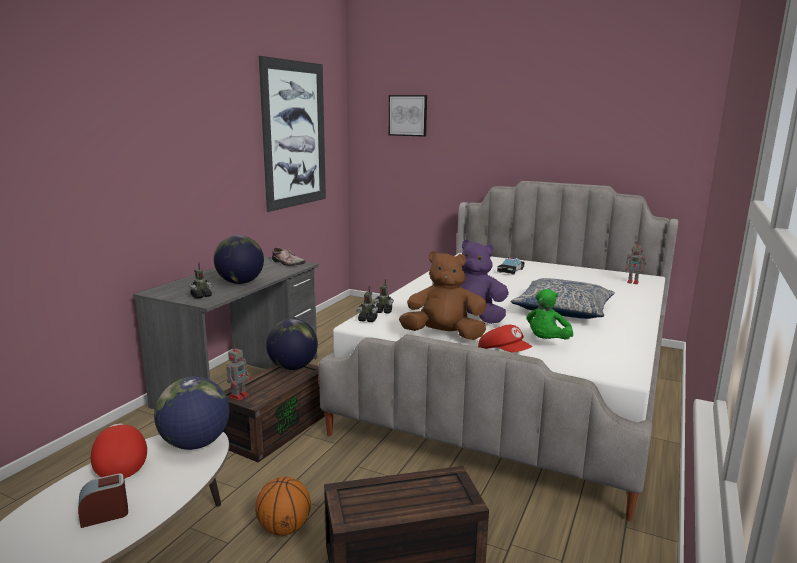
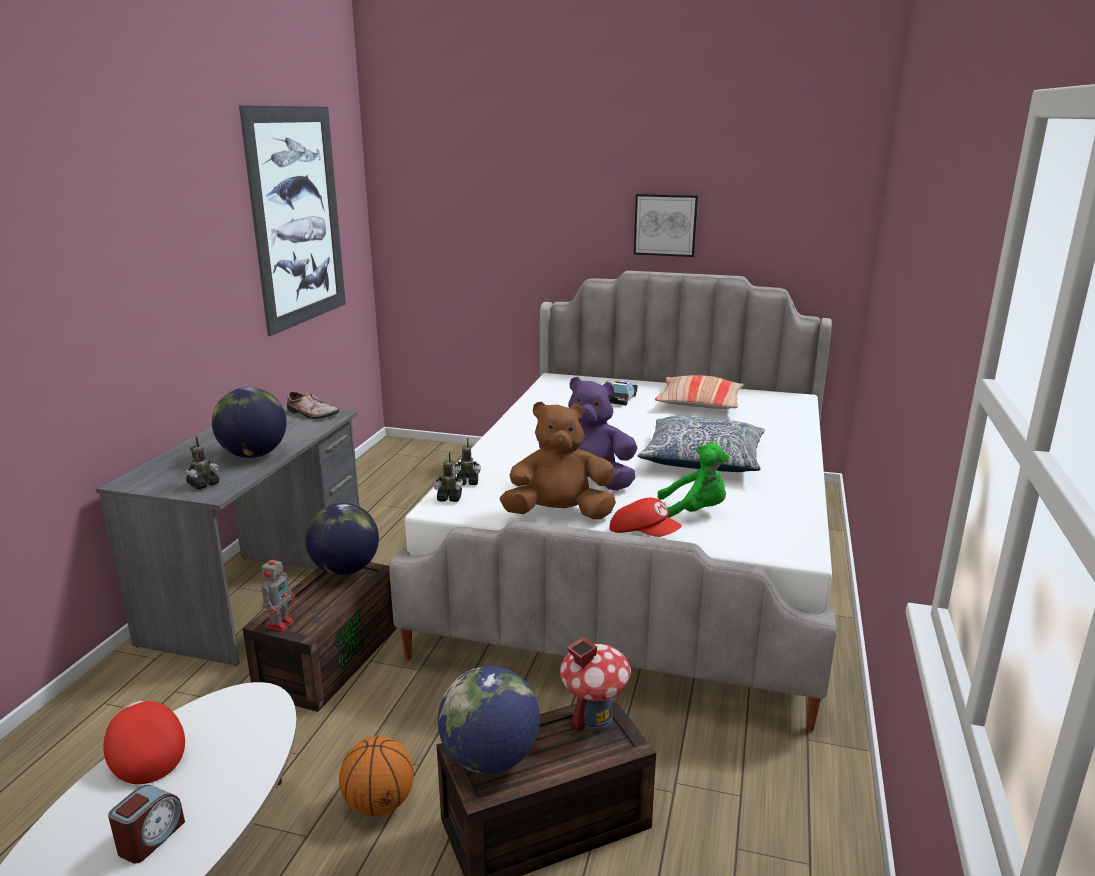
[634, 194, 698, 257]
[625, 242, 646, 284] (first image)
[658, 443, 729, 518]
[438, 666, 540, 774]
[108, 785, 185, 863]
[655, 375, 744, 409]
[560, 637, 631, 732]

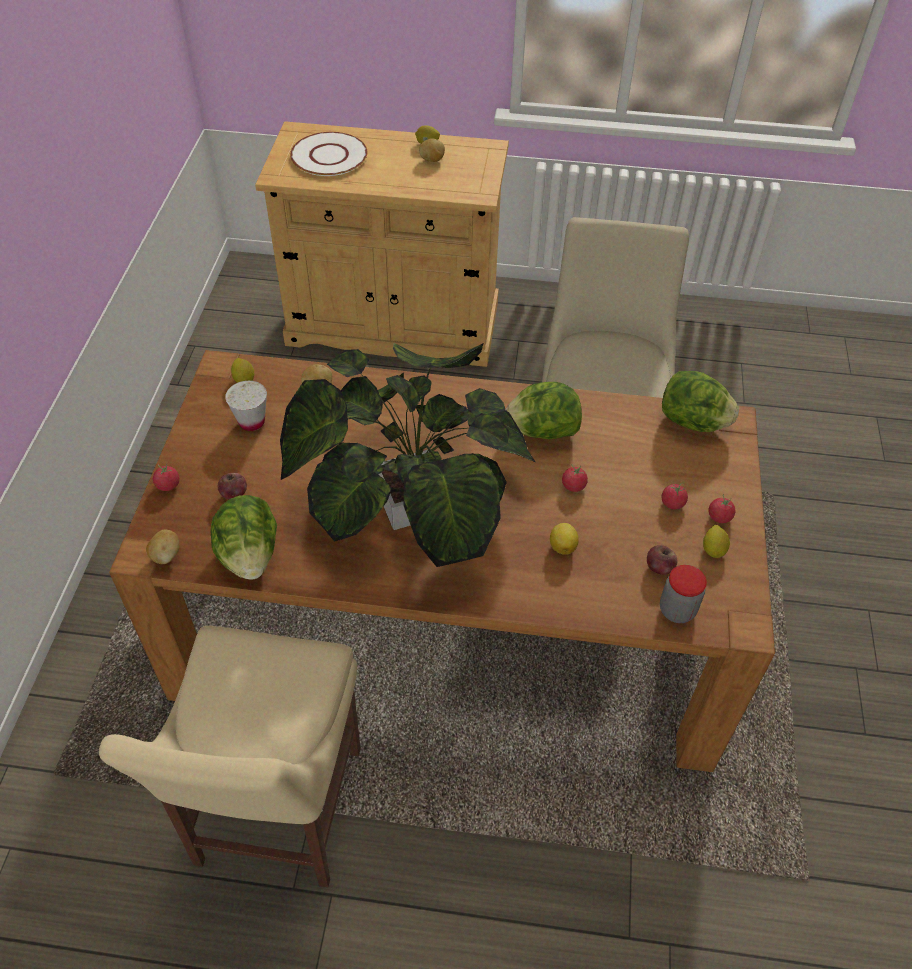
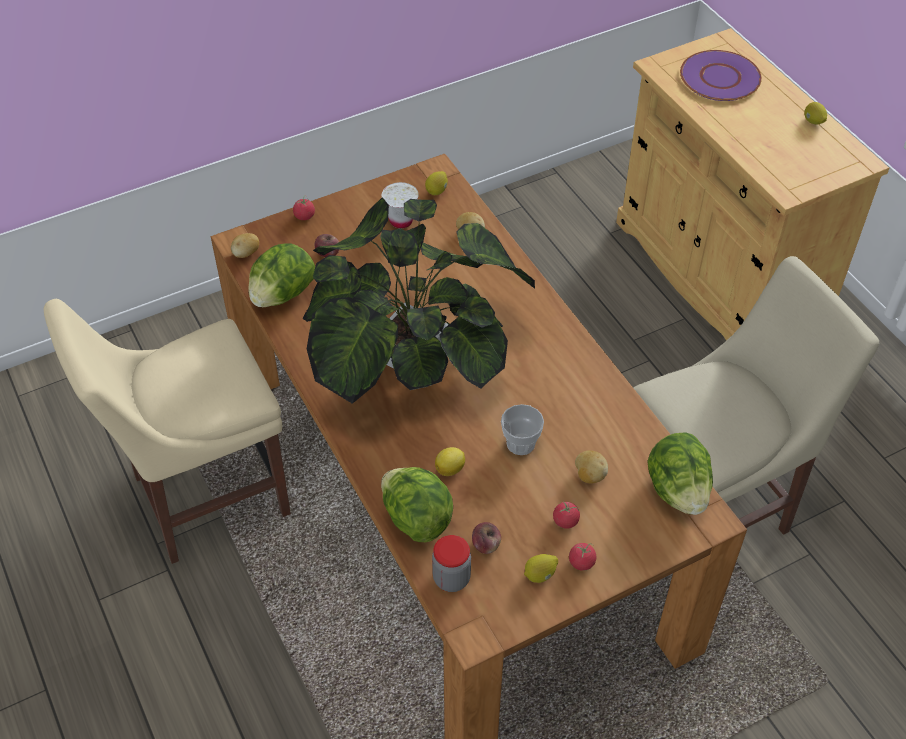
[680, 50, 762, 101]
[575, 450, 608, 483]
[381, 467, 453, 542]
[501, 404, 544, 455]

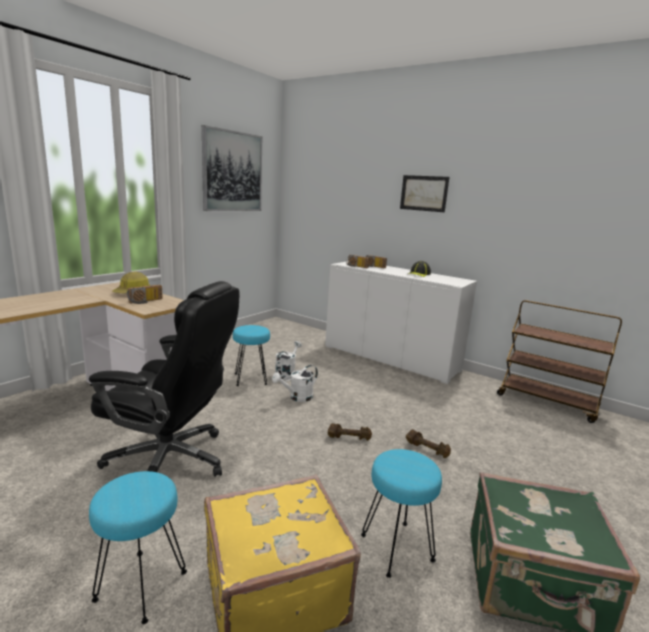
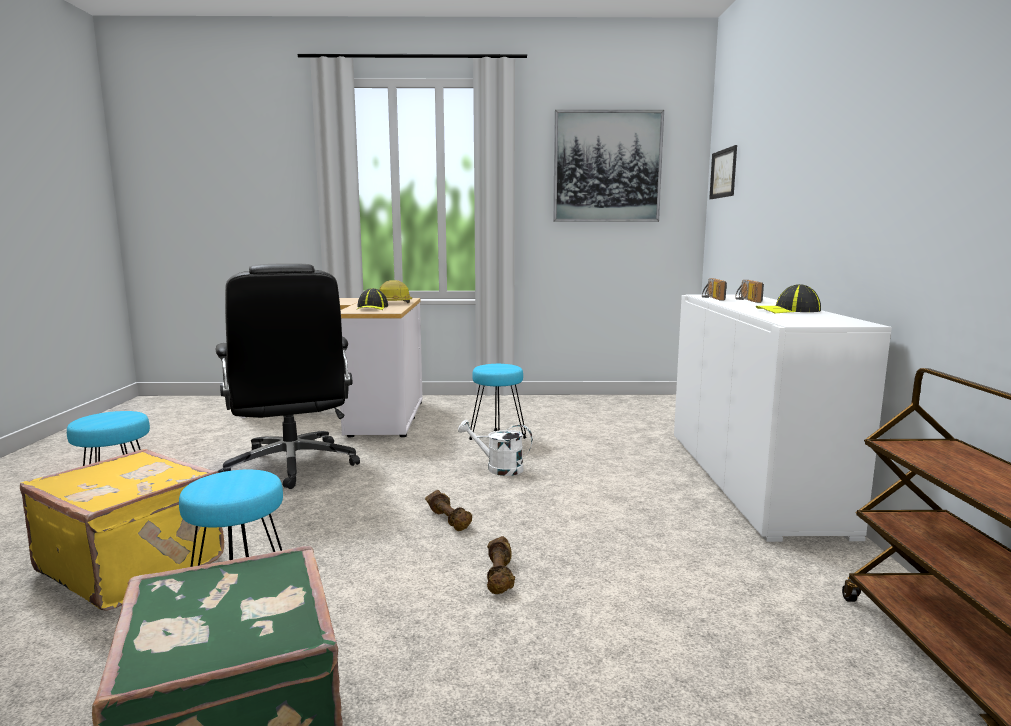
[709, 145, 737, 199]
[356, 288, 388, 310]
[275, 341, 302, 380] (first image)

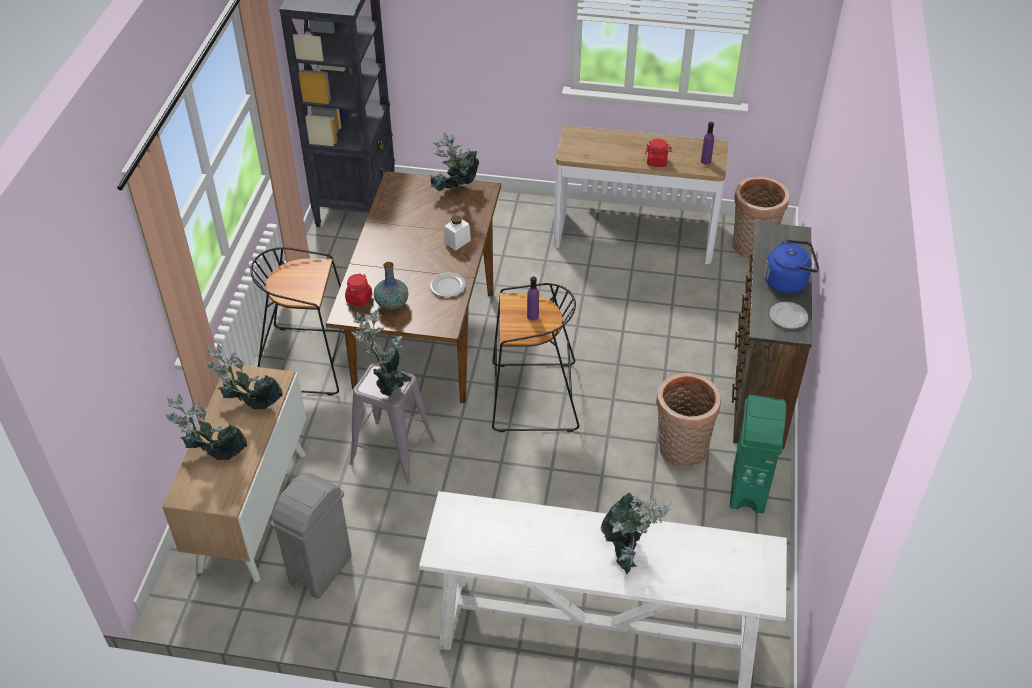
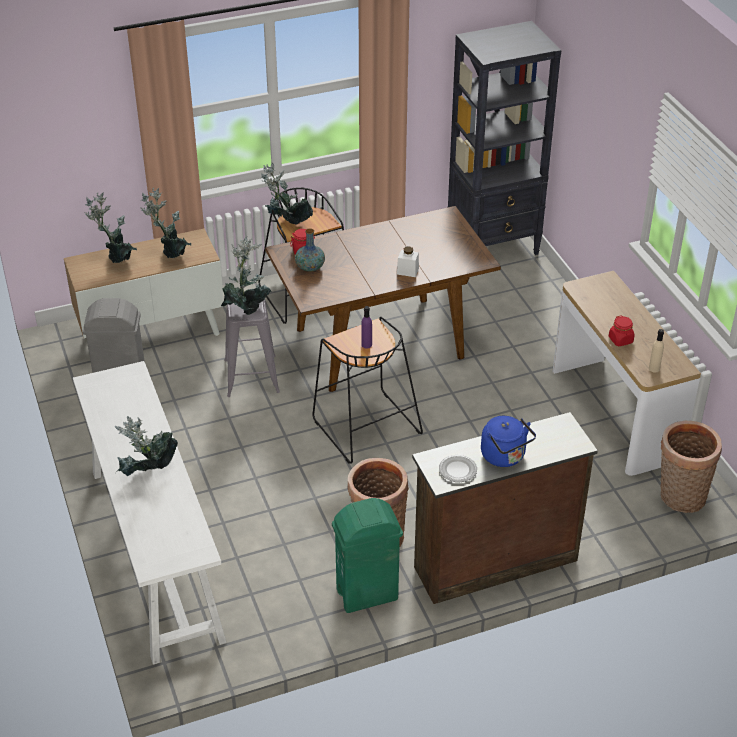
[649, 329, 664, 373]
[261, 163, 313, 224]
[430, 272, 466, 297] (first image)

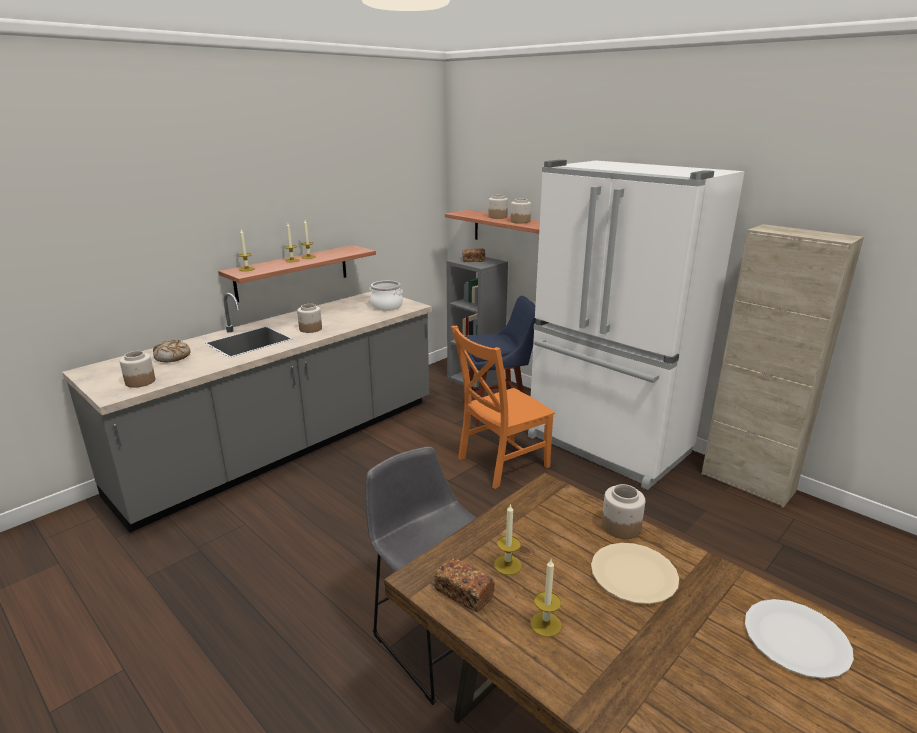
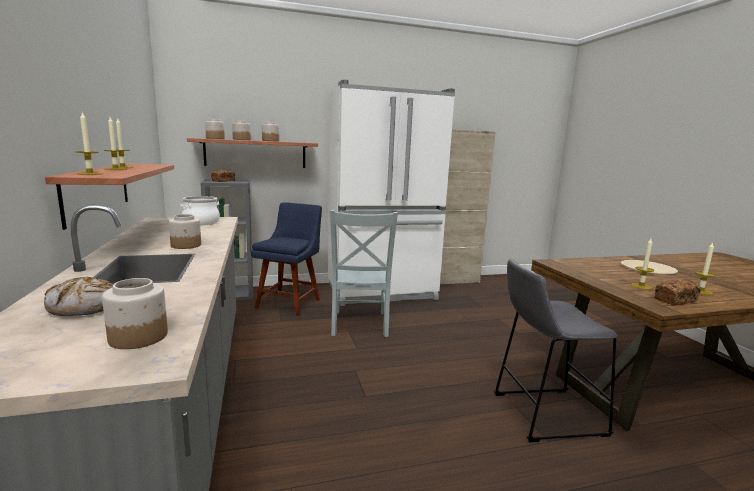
[330, 210, 398, 337]
[205, 119, 225, 139]
[745, 599, 854, 679] (first image)

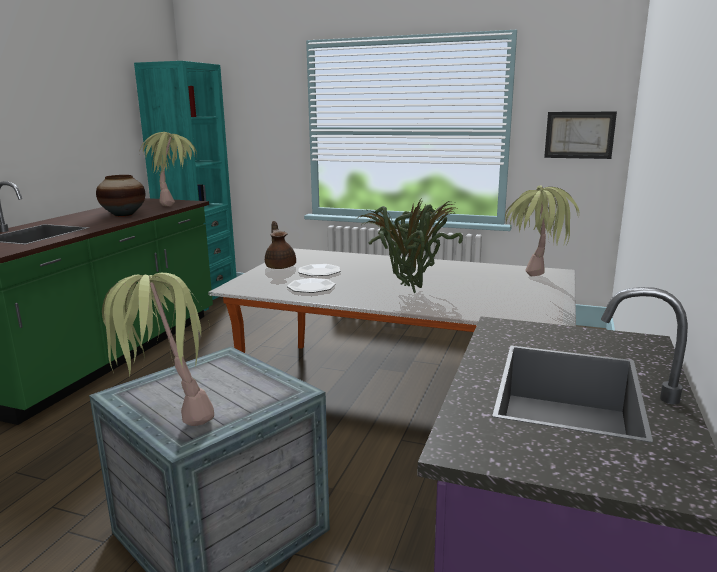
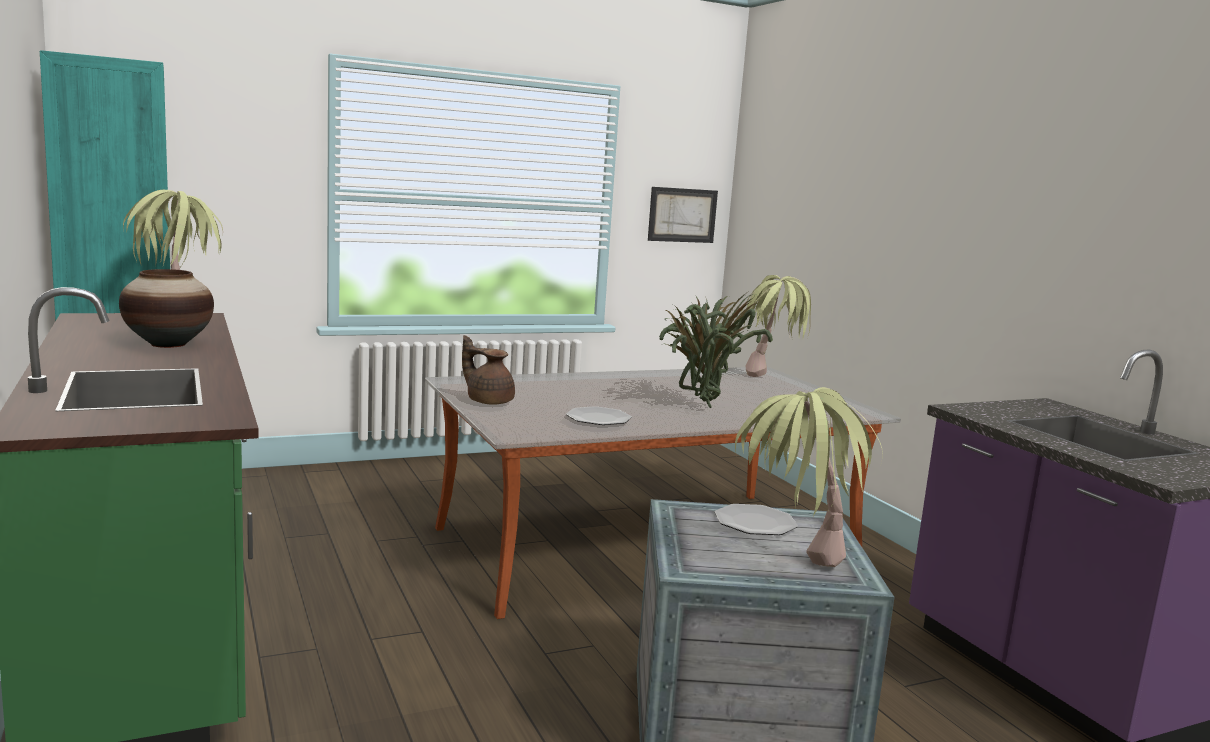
[715, 504, 798, 535]

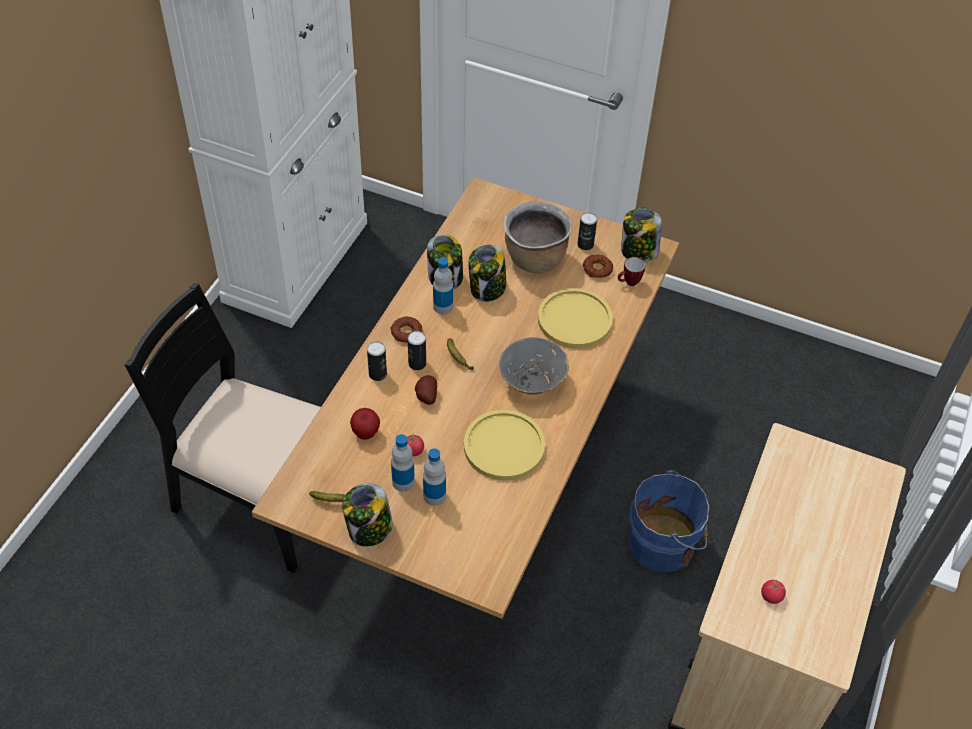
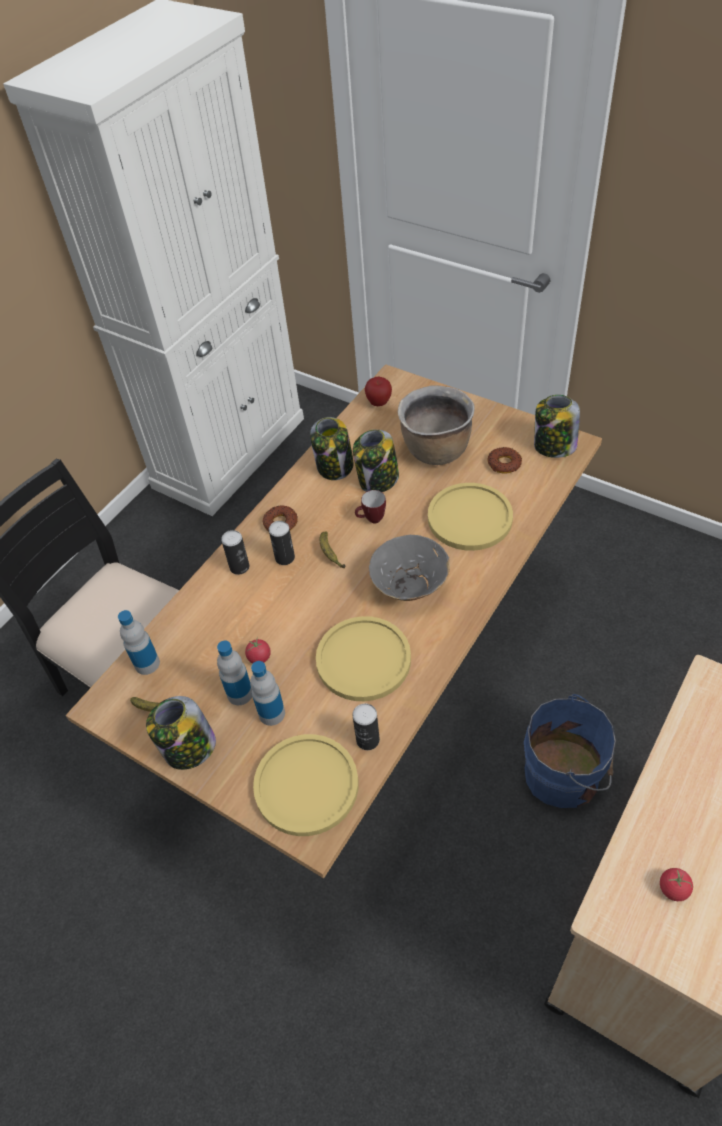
[352, 704, 380, 750]
[118, 610, 160, 675]
[355, 490, 386, 523]
[415, 375, 437, 405] (first image)
[365, 377, 392, 406]
[253, 734, 359, 836]

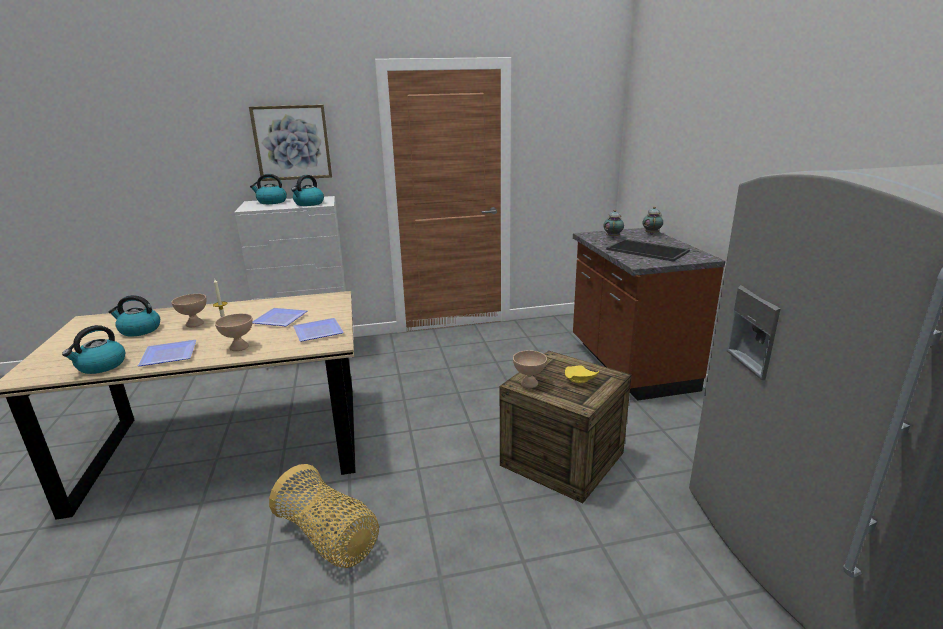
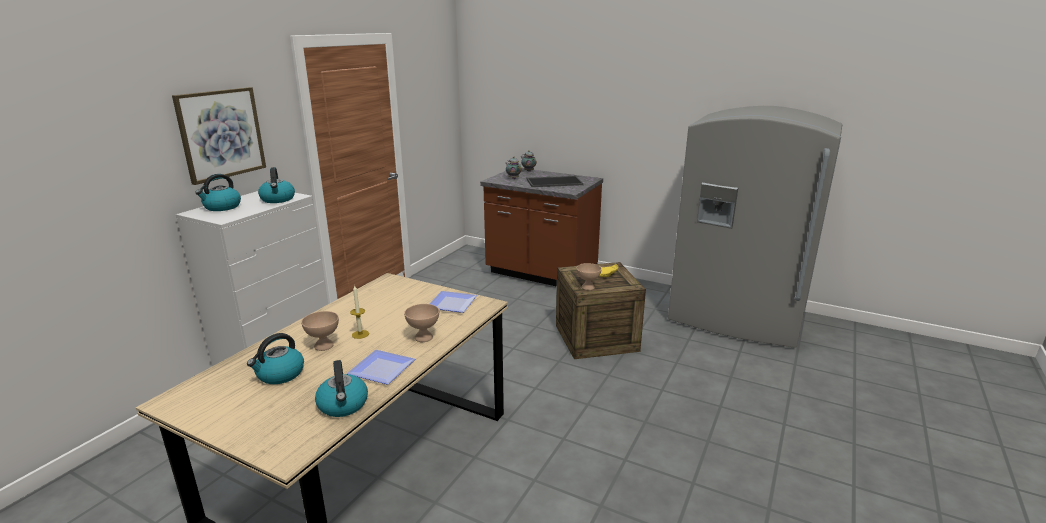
[253, 308, 307, 326] (first image)
[269, 464, 379, 568] (first image)

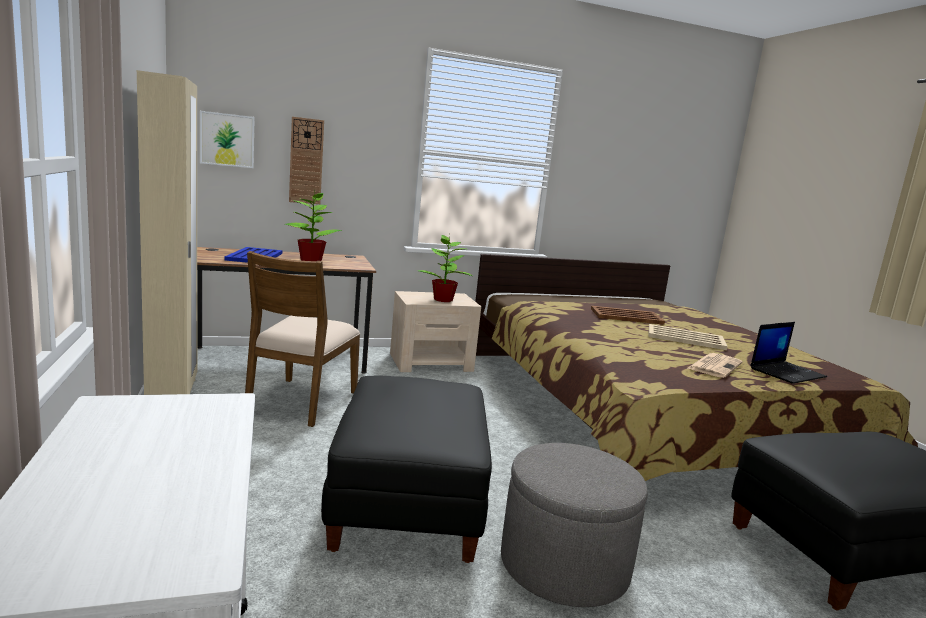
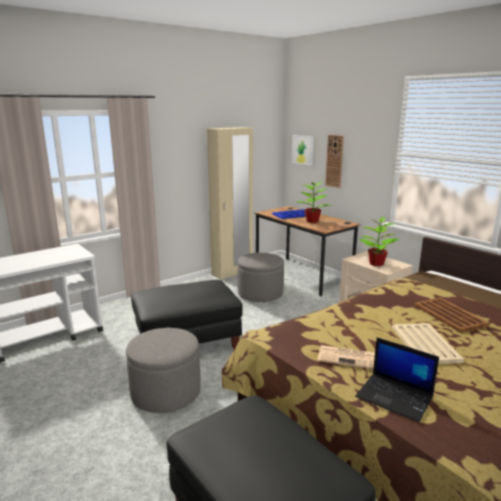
[238, 253, 284, 302]

